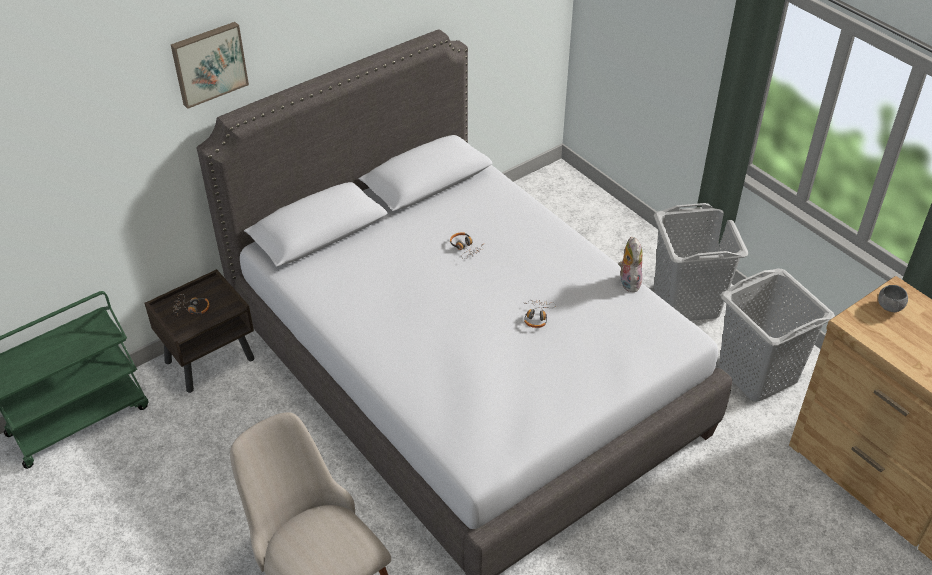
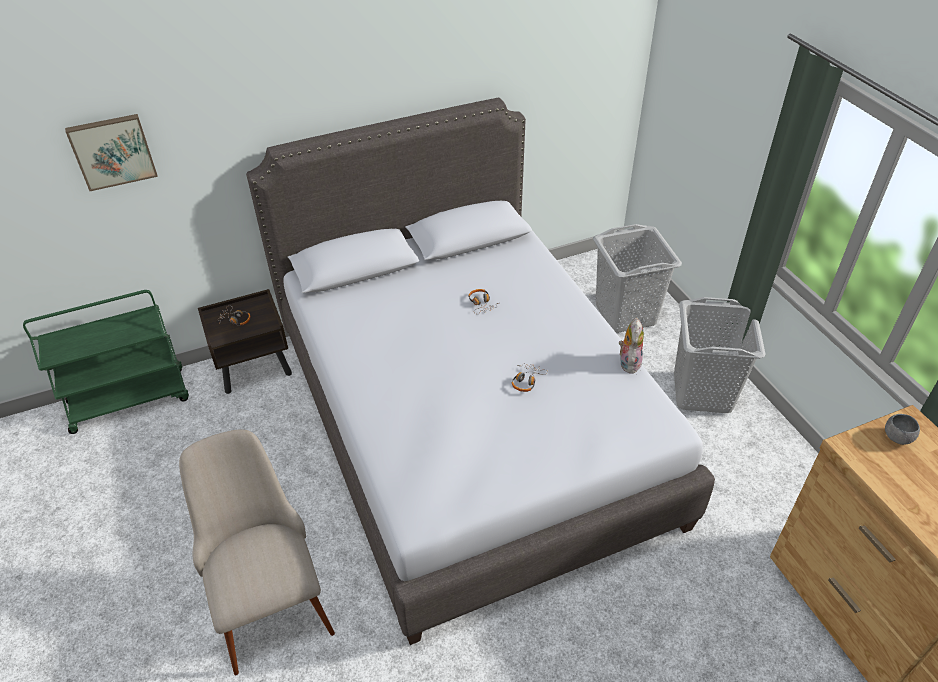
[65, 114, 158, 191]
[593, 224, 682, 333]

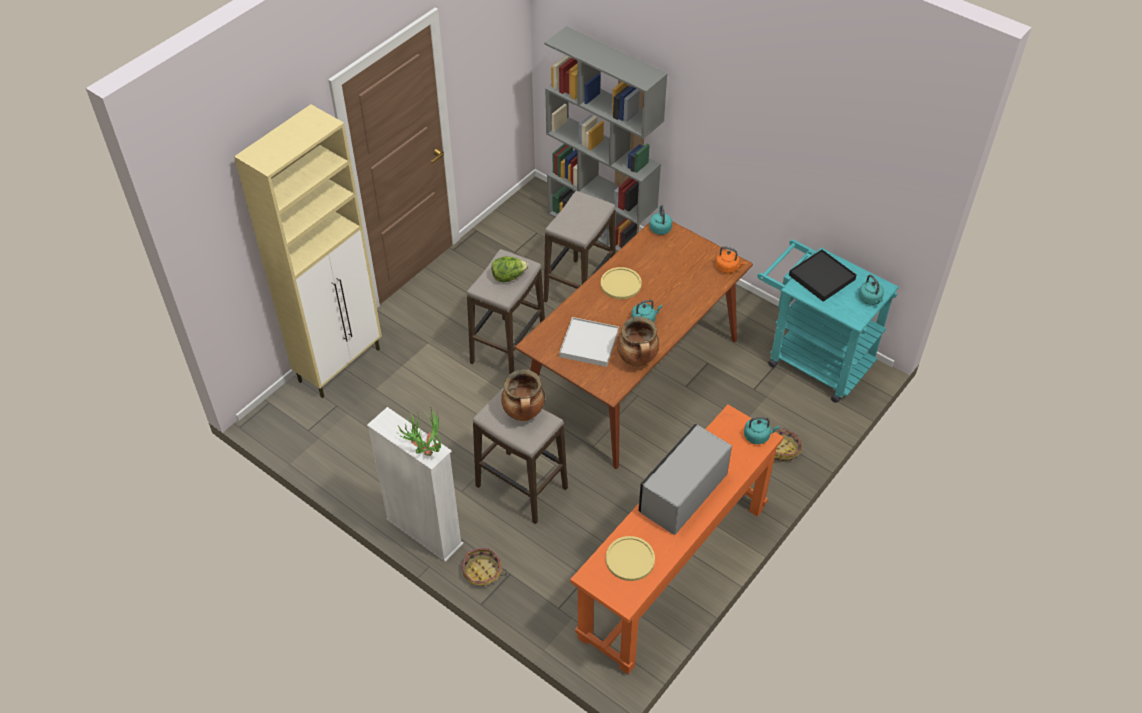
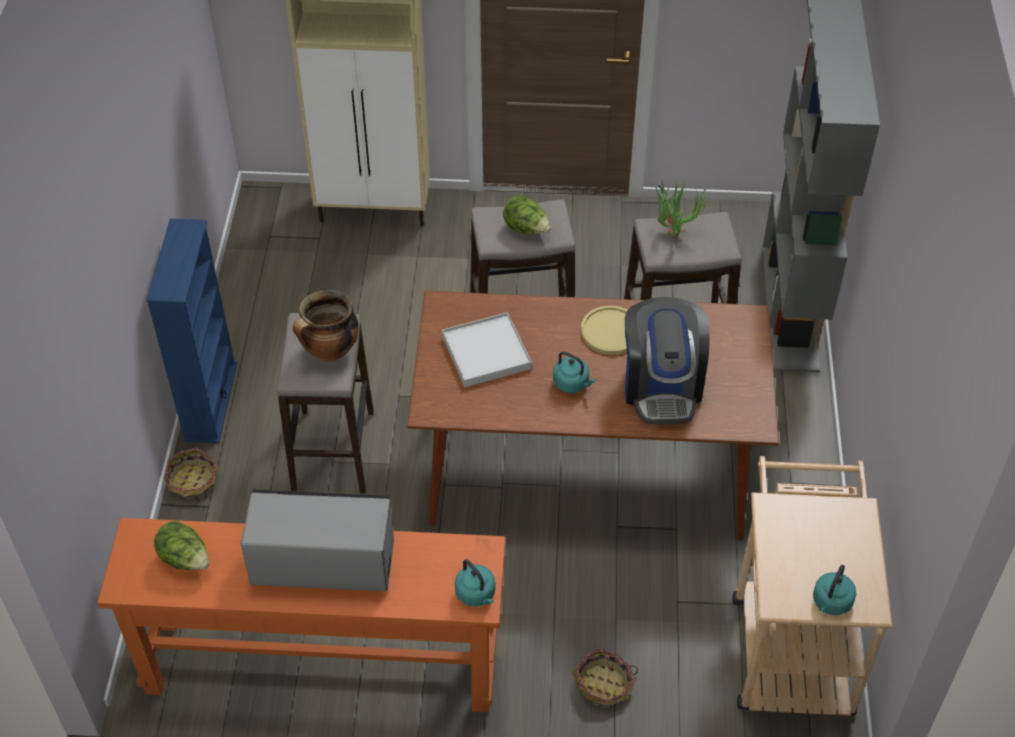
[649, 205, 672, 235] (first image)
[733, 456, 893, 716]
[716, 246, 745, 273] (first image)
[789, 249, 857, 302] (first image)
[617, 316, 659, 367] (first image)
[146, 219, 237, 443]
[654, 178, 708, 238]
[154, 521, 209, 570]
[625, 297, 710, 425]

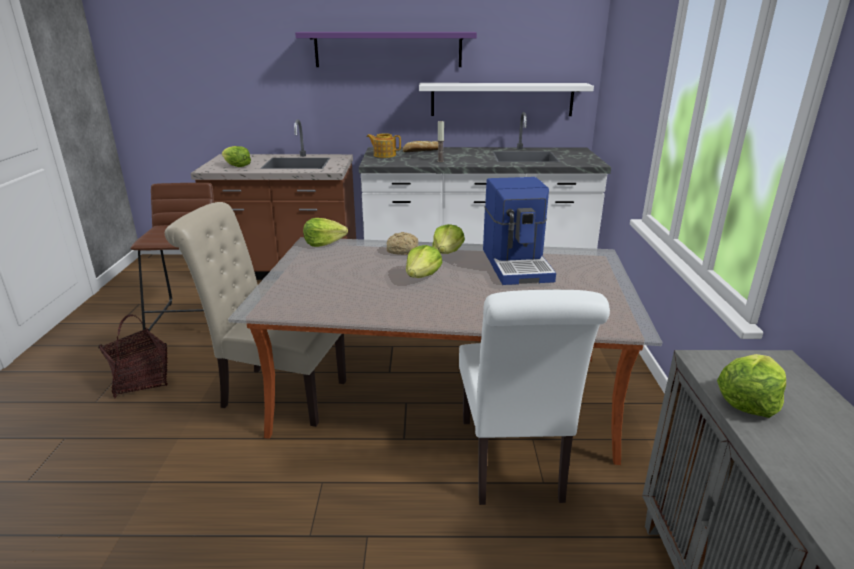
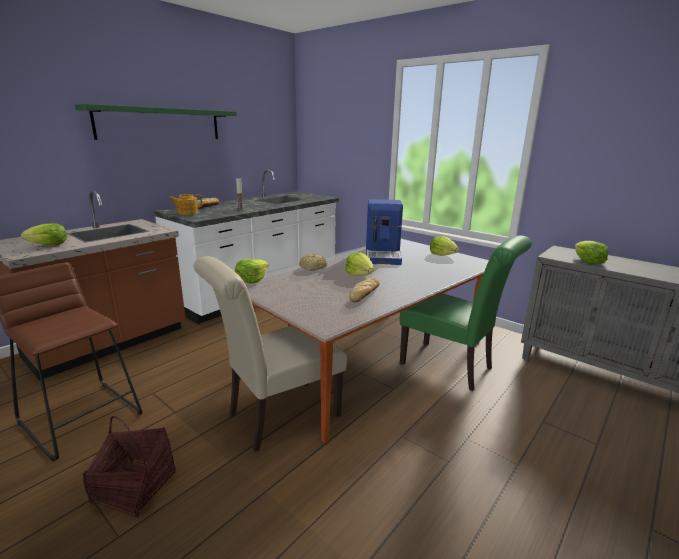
[75, 104, 237, 140]
[419, 83, 594, 116] (first image)
[366, 199, 403, 265]
[430, 236, 459, 256]
[400, 236, 532, 391]
[349, 278, 380, 302]

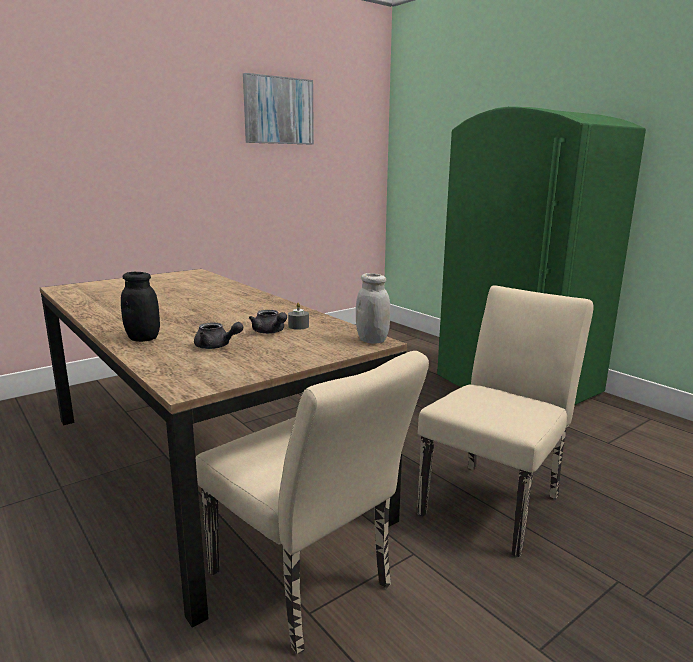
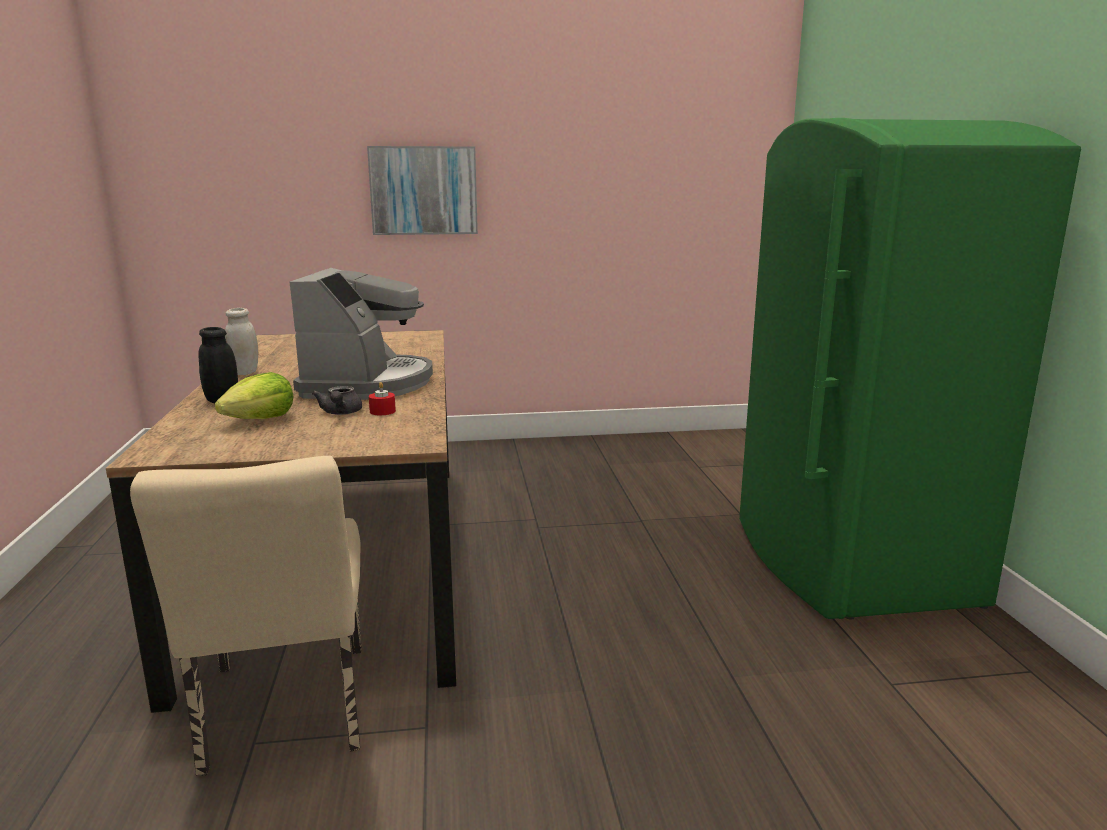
[367, 146, 478, 235]
[225, 308, 258, 375]
[417, 285, 593, 558] (first image)
[369, 382, 396, 415]
[215, 372, 293, 419]
[290, 268, 433, 400]

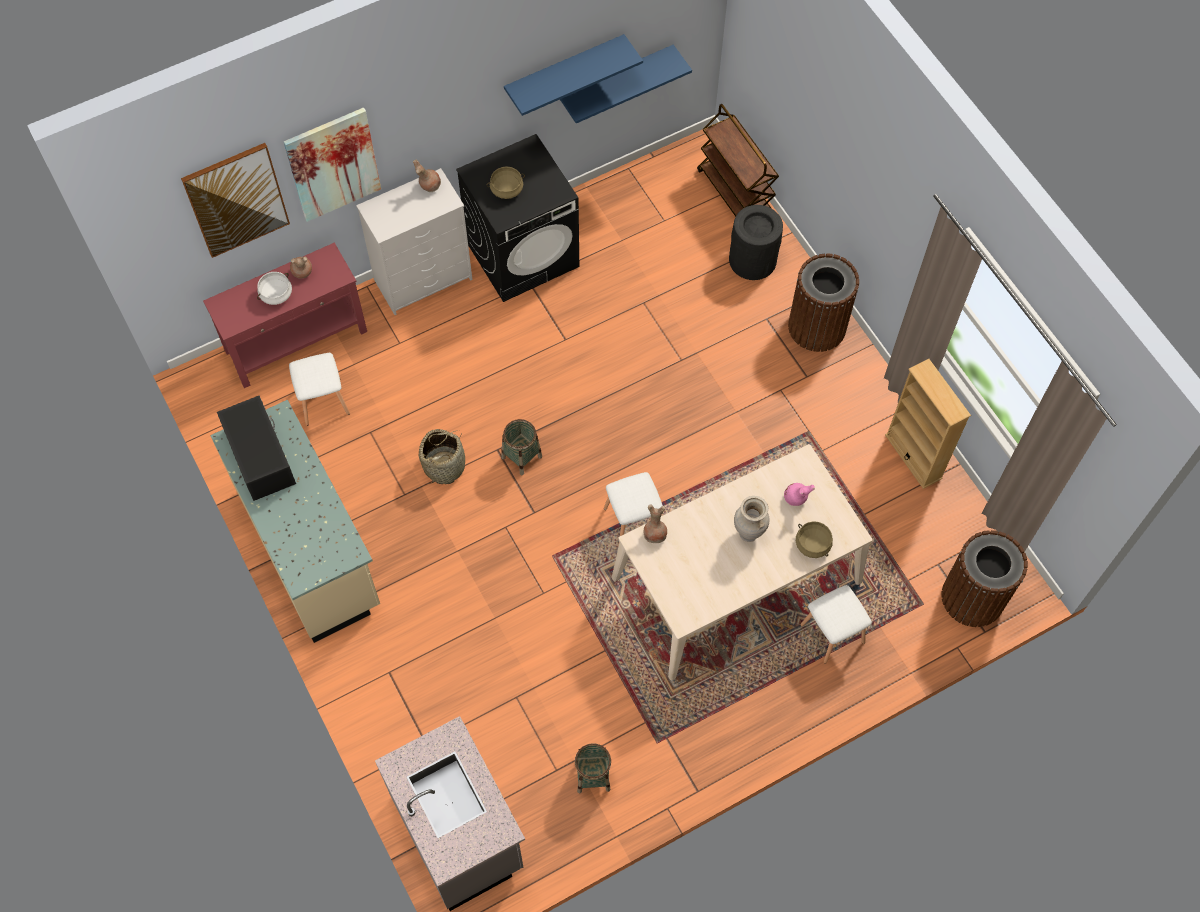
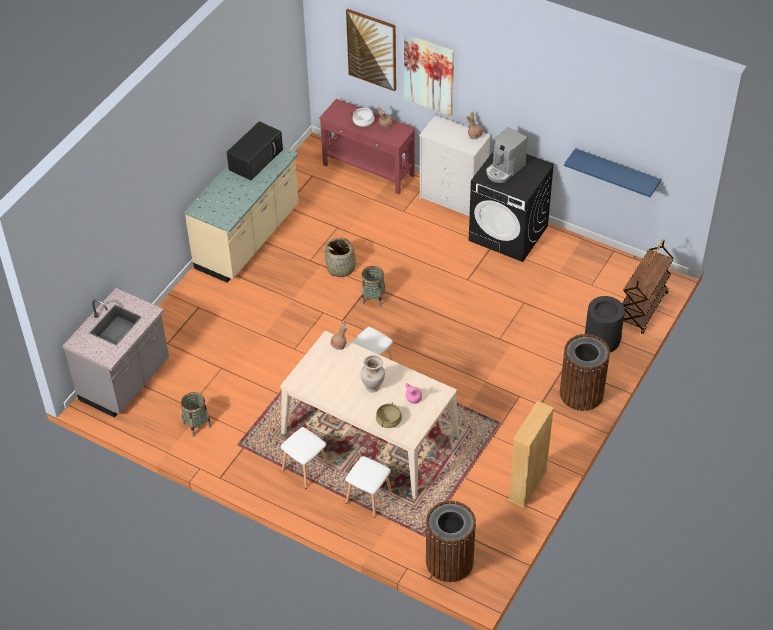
[504, 34, 643, 116] (first image)
[486, 127, 528, 183]
[280, 427, 329, 489]

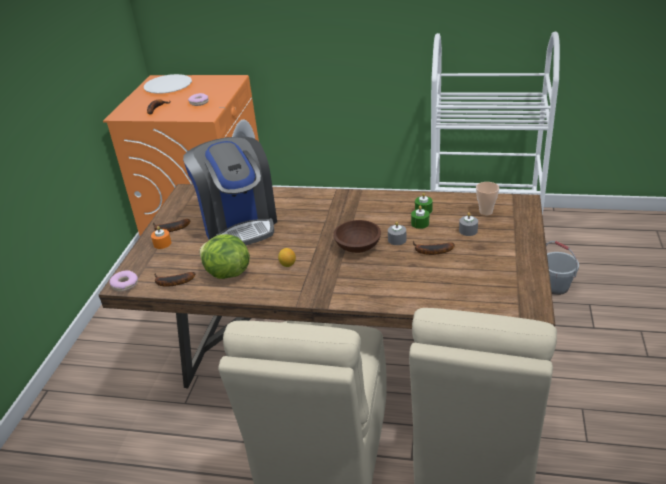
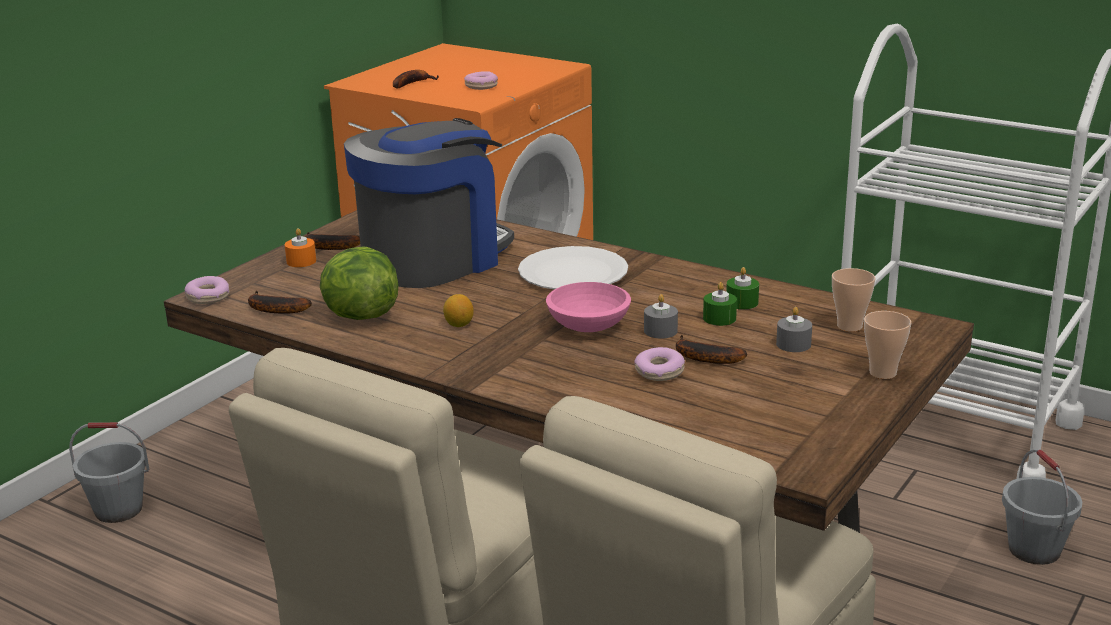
[518, 246, 628, 290]
[344, 118, 514, 288]
[546, 282, 631, 332]
[864, 311, 911, 379]
[634, 347, 685, 381]
[69, 422, 149, 523]

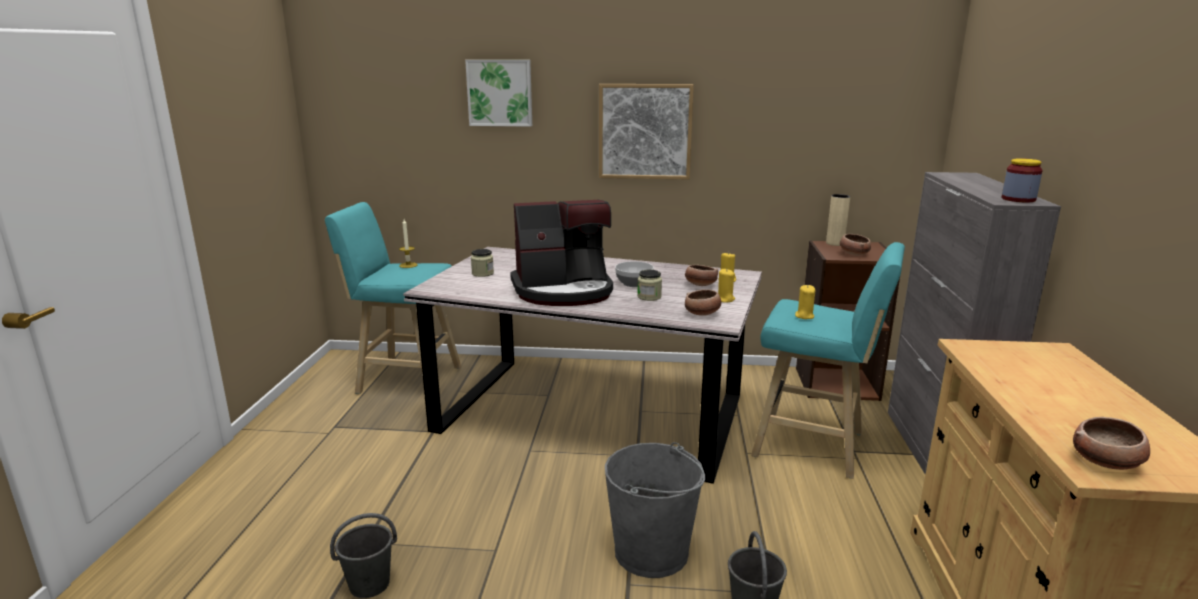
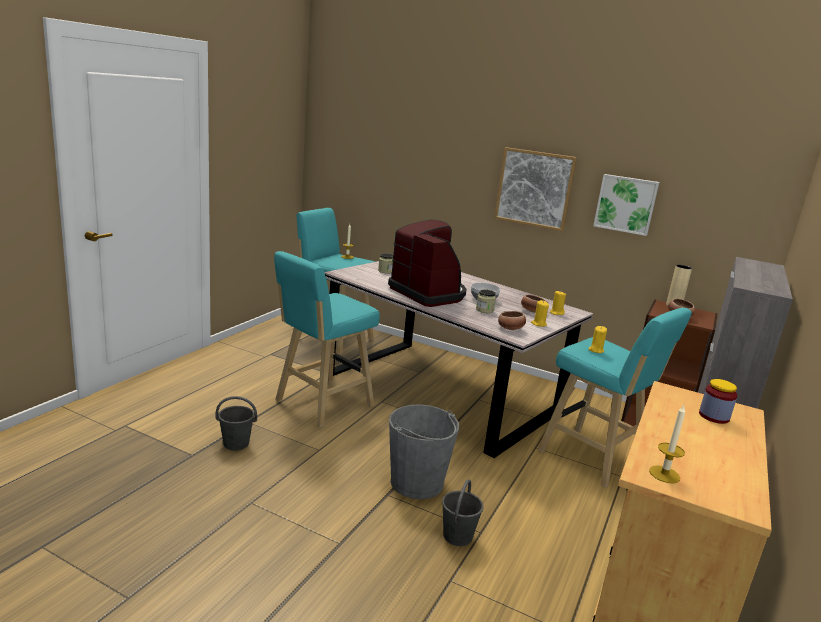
[593, 174, 659, 236]
[699, 379, 737, 424]
[388, 220, 467, 307]
[649, 405, 686, 483]
[274, 251, 380, 428]

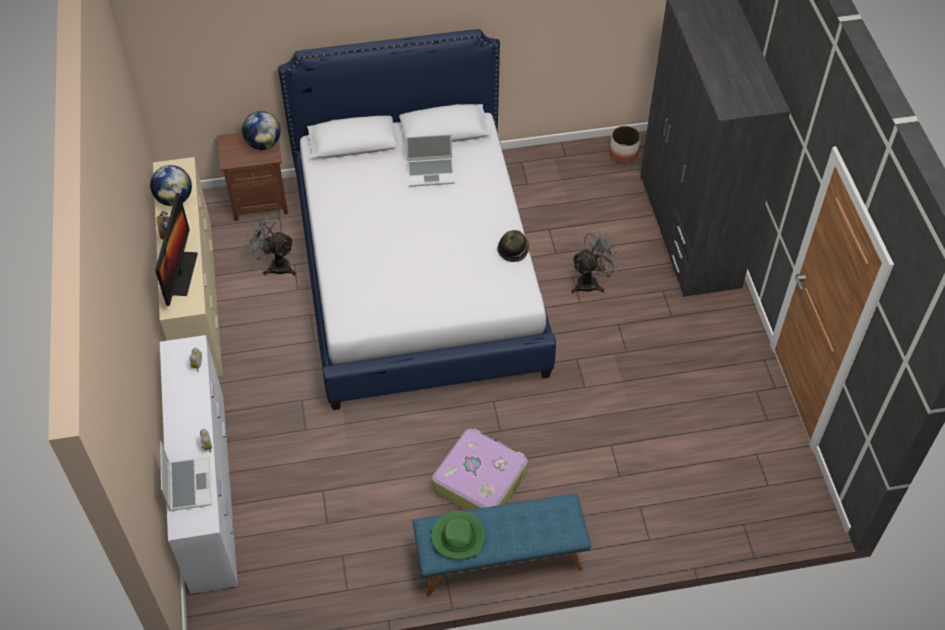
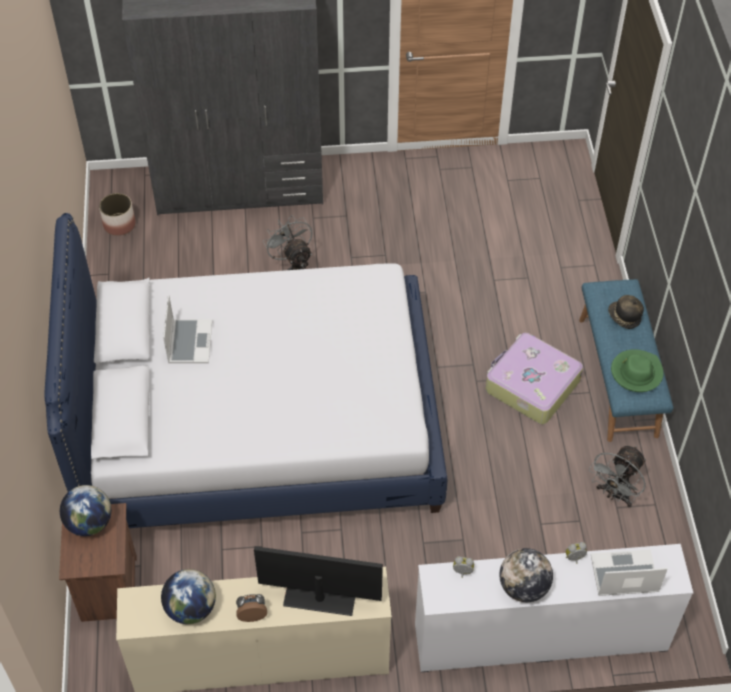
[589, 446, 646, 507]
[608, 295, 644, 329]
[499, 548, 553, 602]

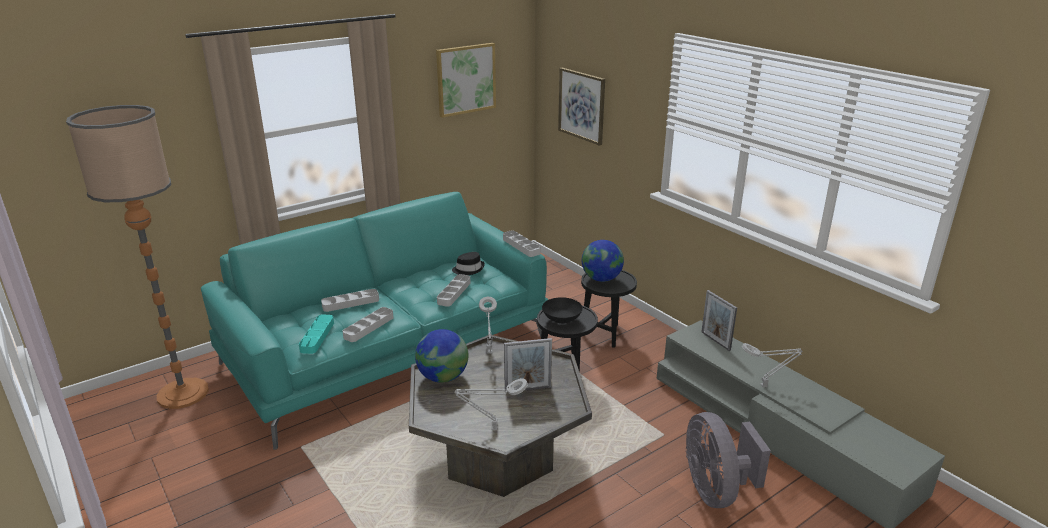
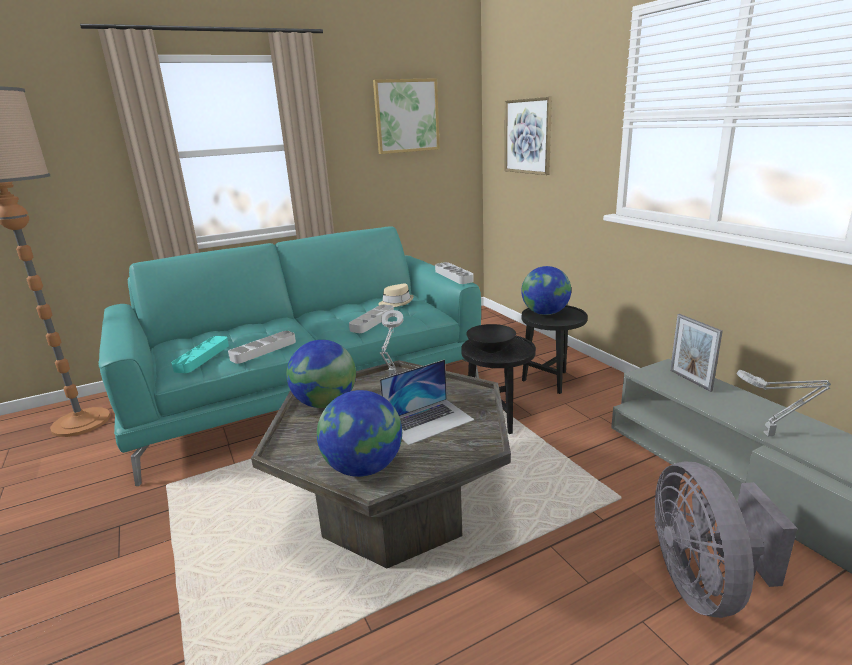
[378, 284, 414, 307]
[321, 289, 379, 312] (first image)
[380, 359, 475, 445]
[317, 390, 402, 477]

